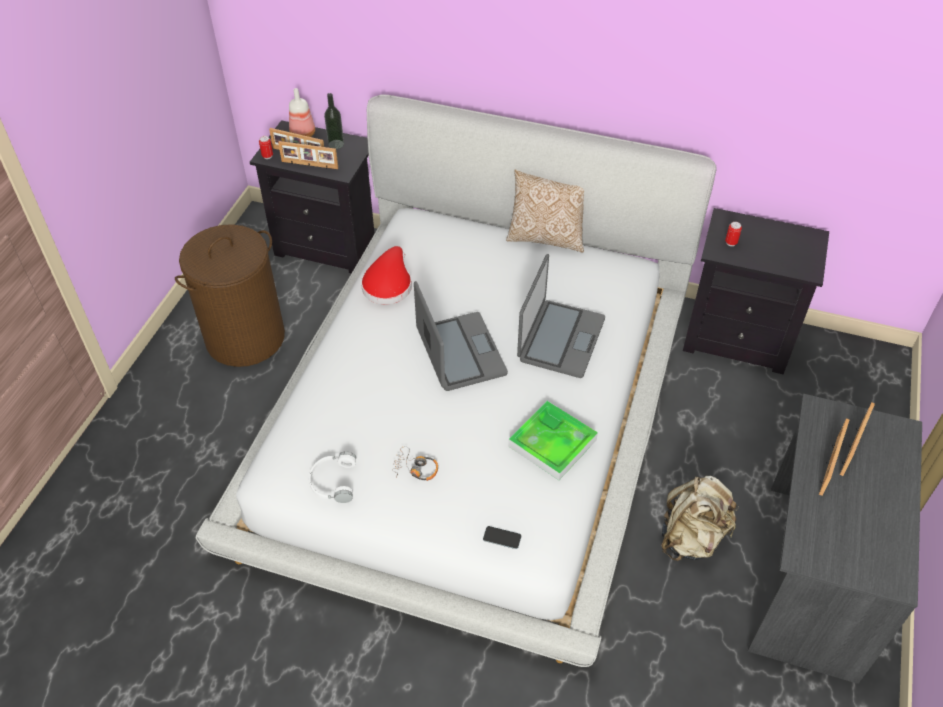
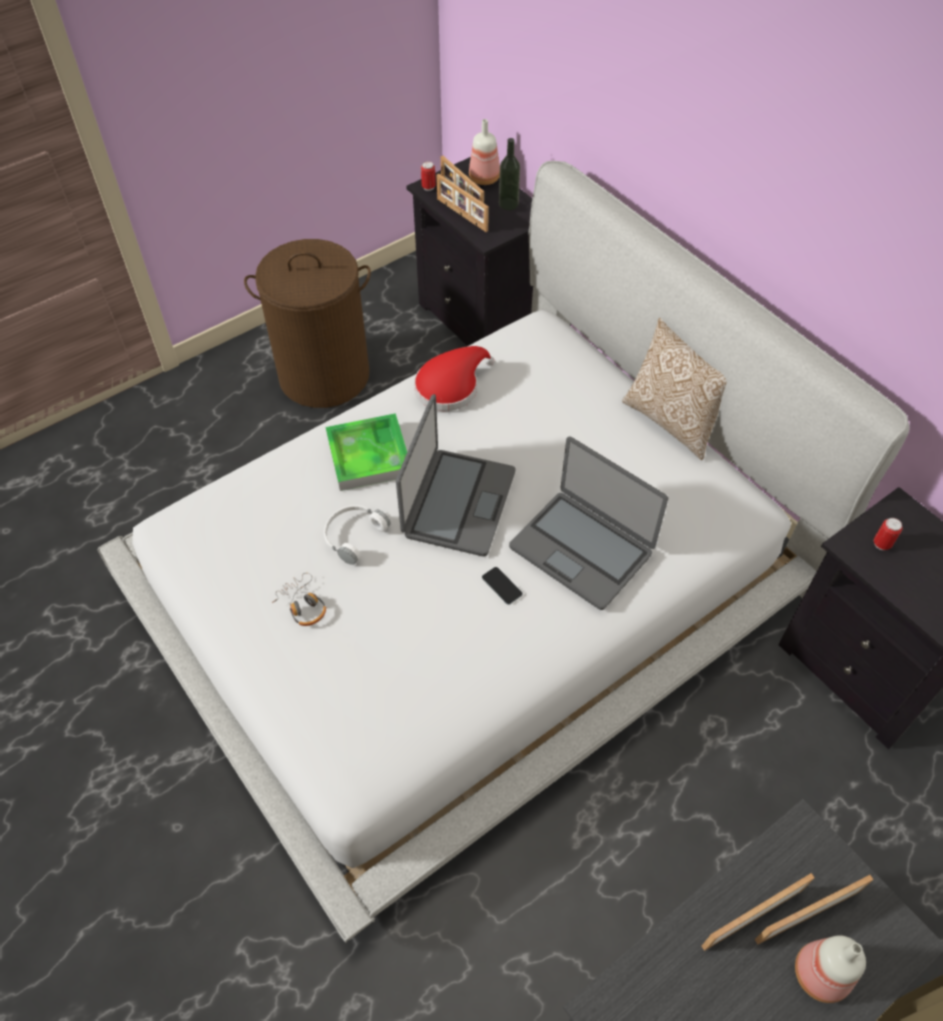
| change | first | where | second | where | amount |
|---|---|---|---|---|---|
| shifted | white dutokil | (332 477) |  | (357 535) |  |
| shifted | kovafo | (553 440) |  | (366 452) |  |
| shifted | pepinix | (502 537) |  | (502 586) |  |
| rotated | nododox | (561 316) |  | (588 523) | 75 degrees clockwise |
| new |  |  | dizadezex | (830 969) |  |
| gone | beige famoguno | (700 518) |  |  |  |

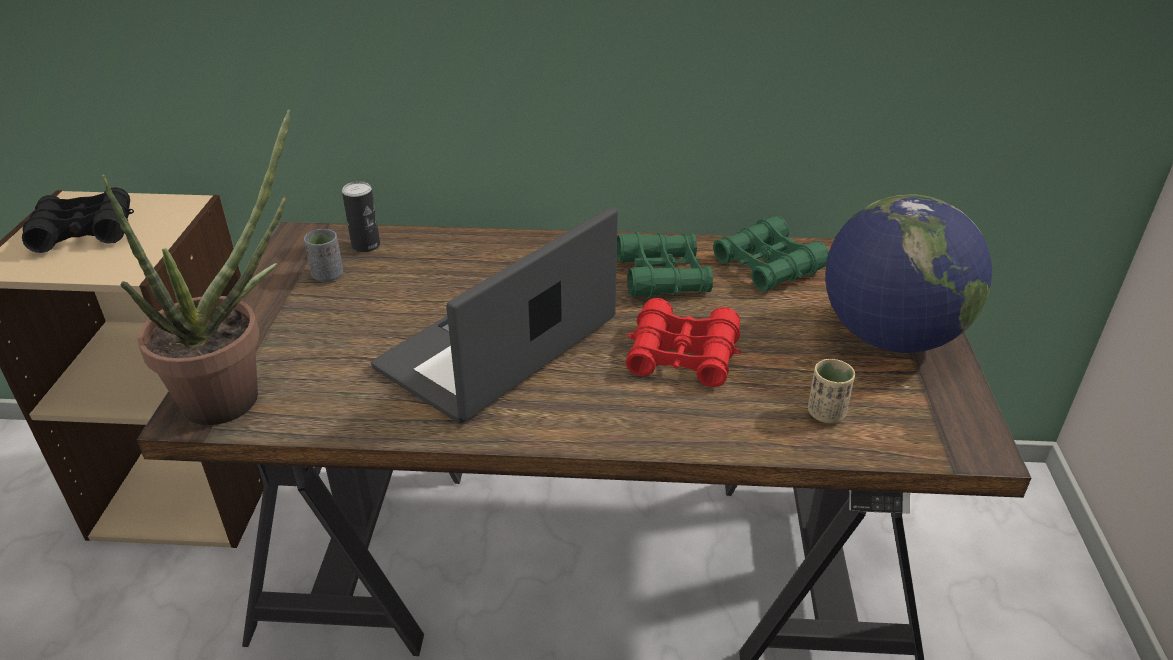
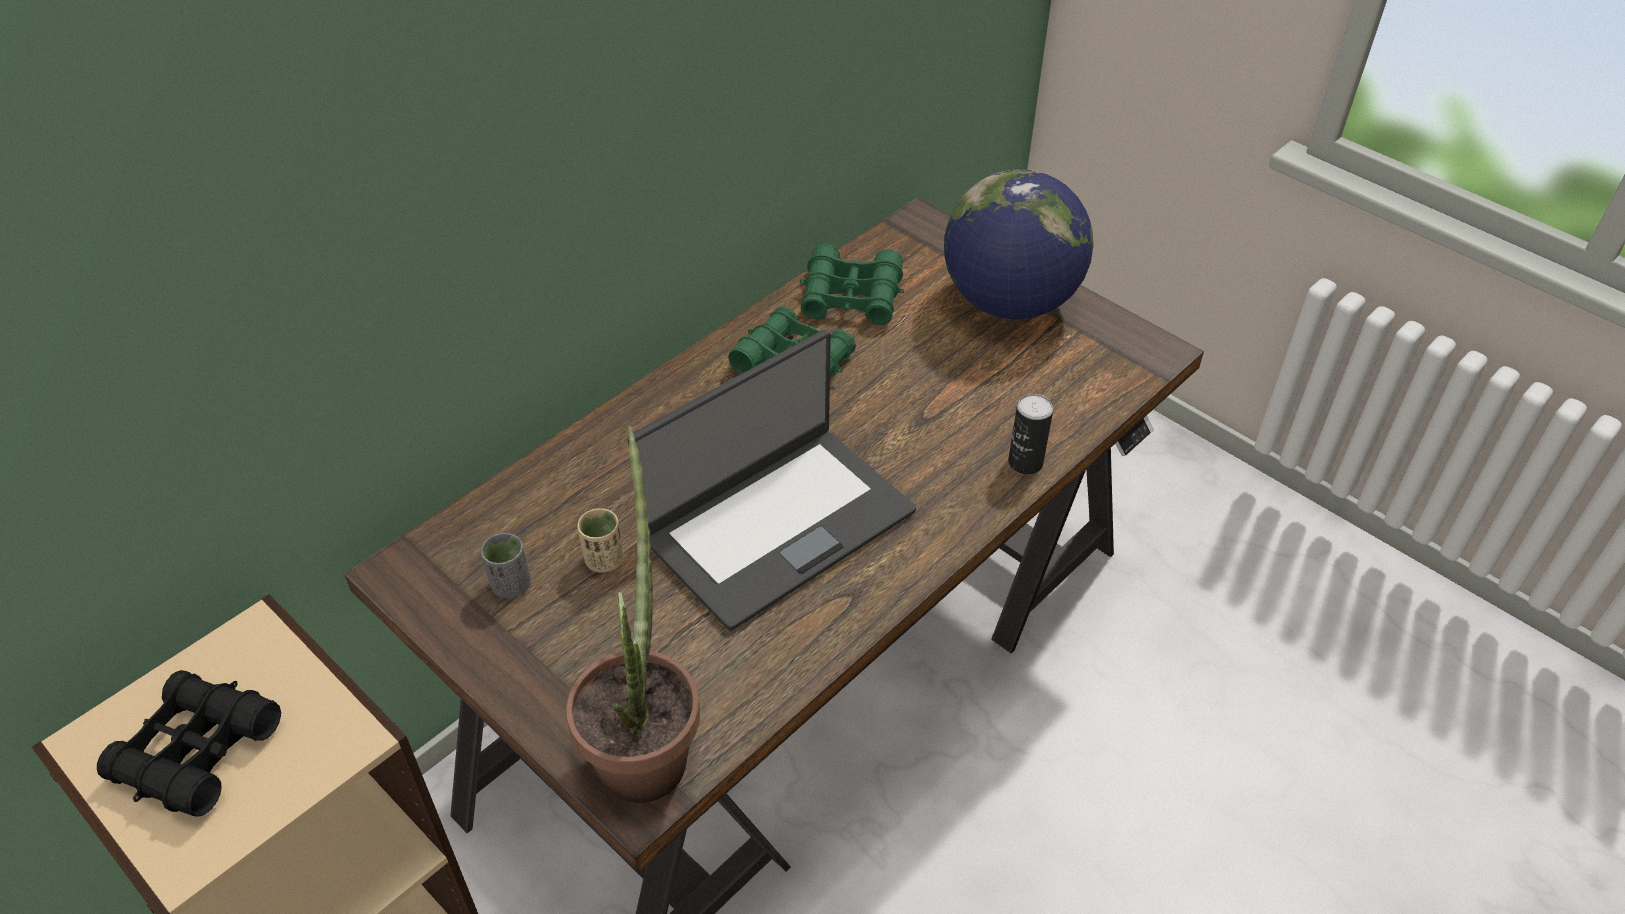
| change | first | where | second | where | amount |
|---|---|---|---|---|---|
| shifted | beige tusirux | (831 391) |  | (600 540) |  |
| rotated | nododox | (494 315) |  | (772 480) | 120 degrees counterclockwise |
| shifted | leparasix | (361 216) |  | (1031 434) |  |
| gone | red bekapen | (683 342) |  |  |  |

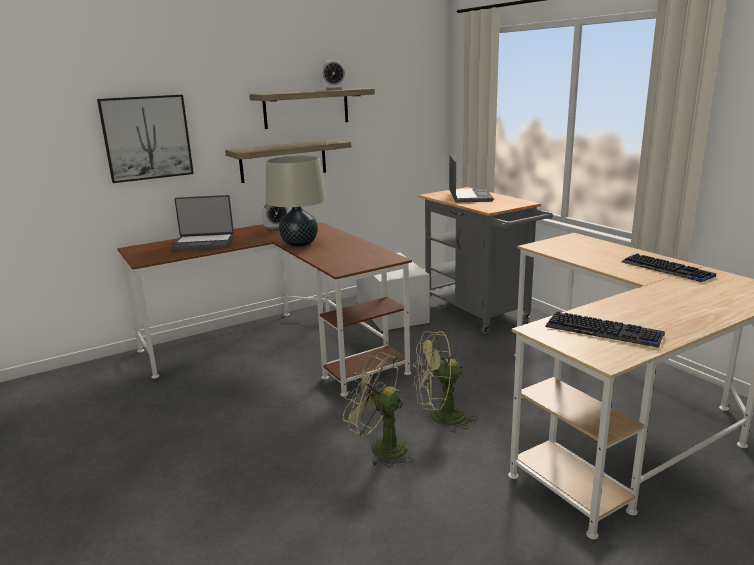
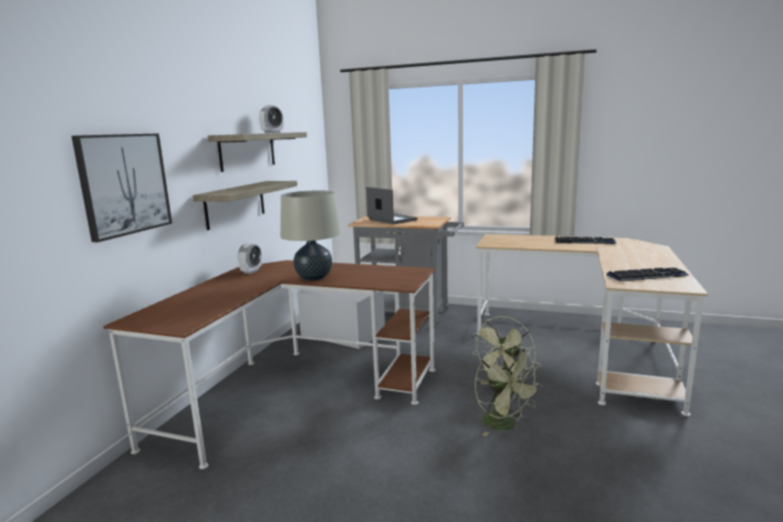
| change | first | where | second | where | amount |
|---|---|---|---|---|---|
| rotated | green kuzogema | (378 410) |  | (509 389) | 105 degrees counterclockwise |
| gone | nododox | (202 223) |  |  |  |

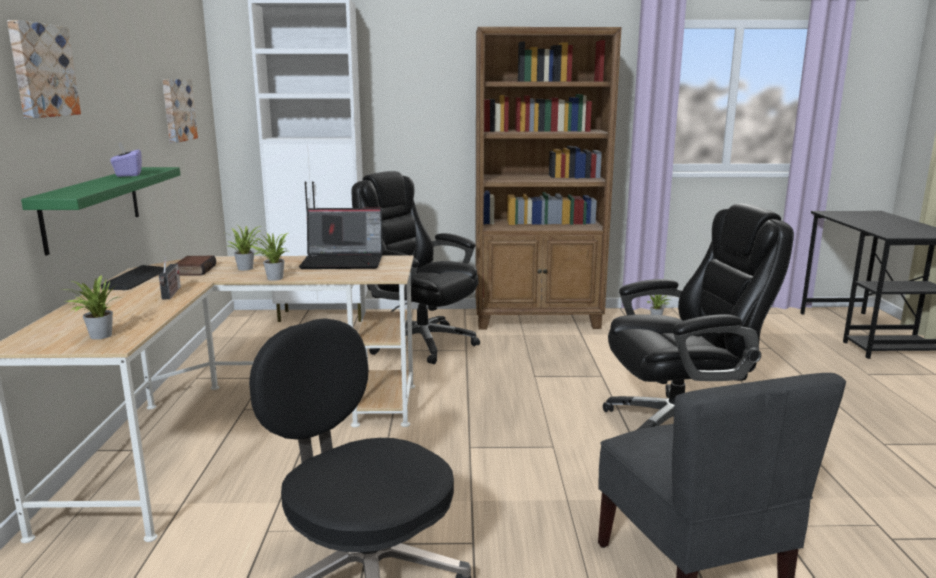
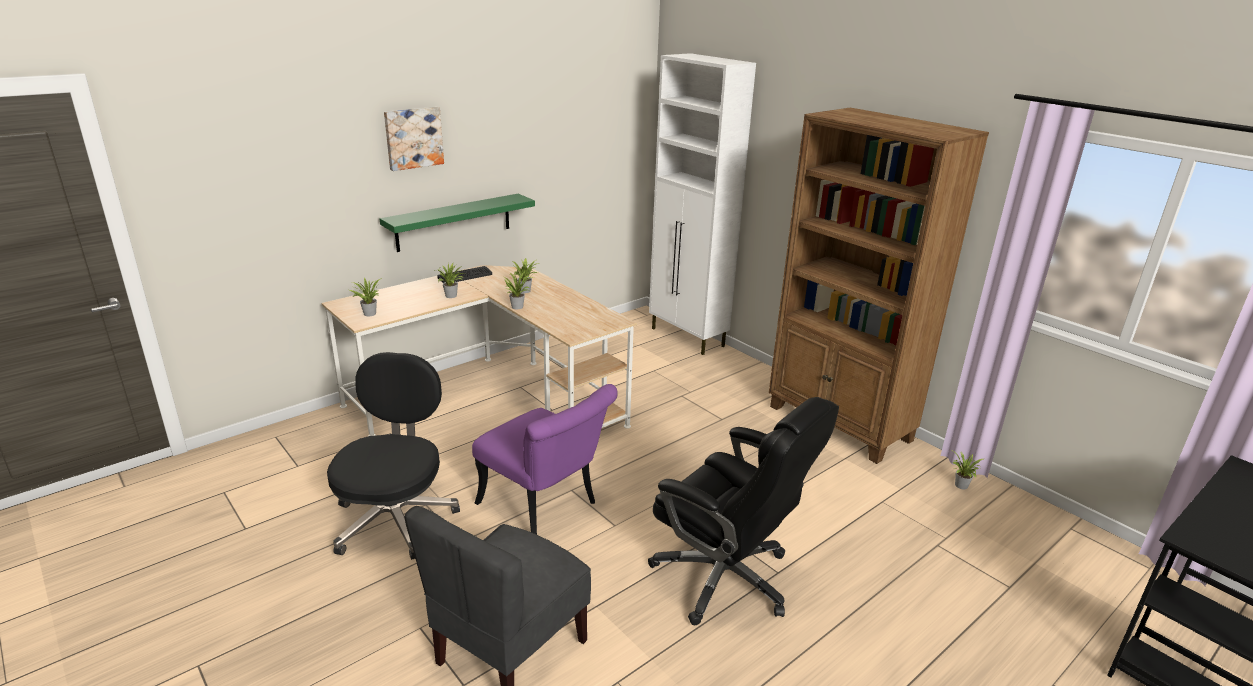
| change | first | where | second | where | amount |
|---|---|---|---|---|---|
| swapped | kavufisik | (170 278) | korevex | (450 280) |  |
| new |  |  | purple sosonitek | (545 459) |  |
| gone | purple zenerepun | (126 160) |  |  |  |
| gone | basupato | (180 111) |  |  |  |
| gone | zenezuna | (196 266) |  |  |  |
| gone | nododox | (341 238) |  |  |  |
| gone | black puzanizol | (416 267) |  |  |  |

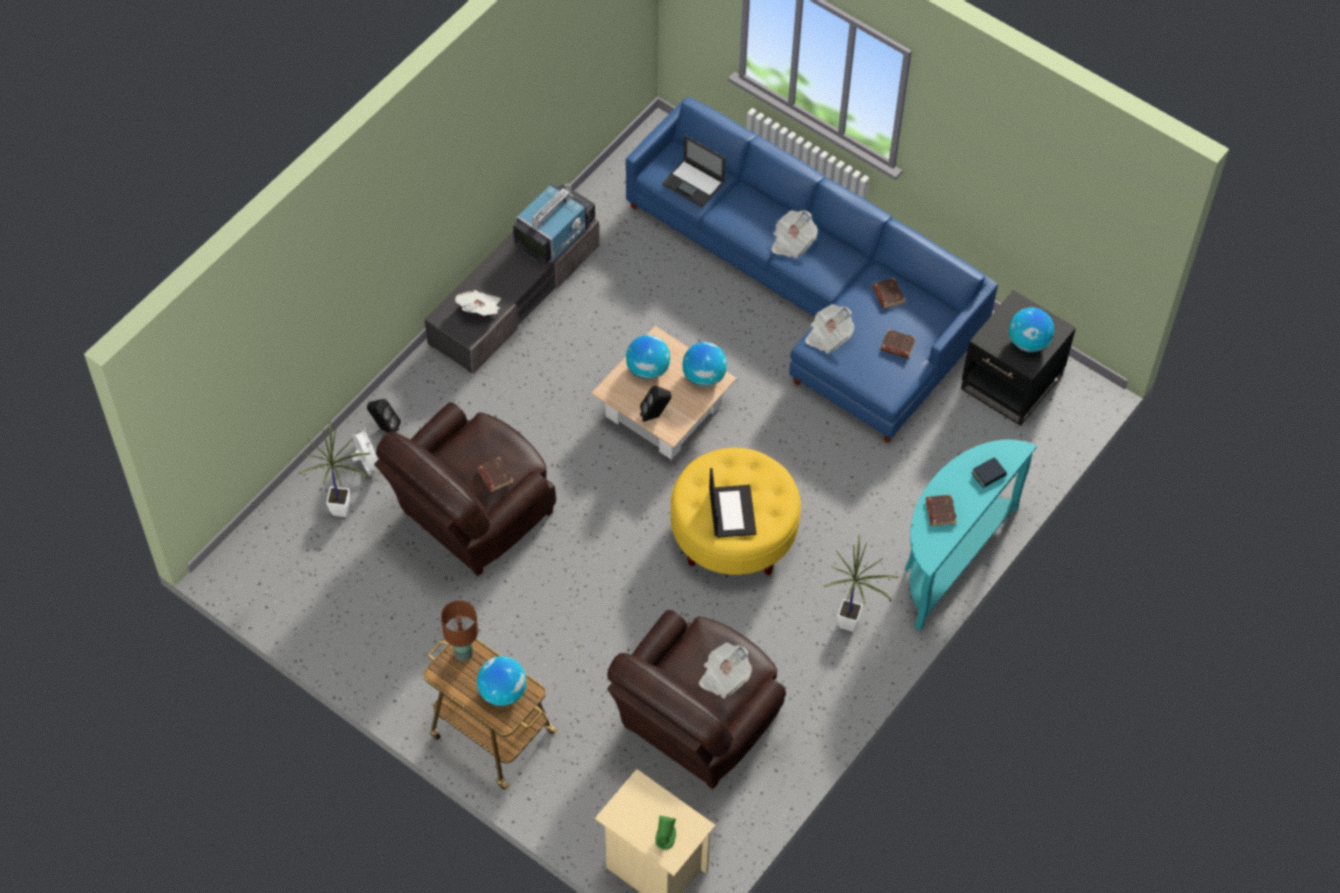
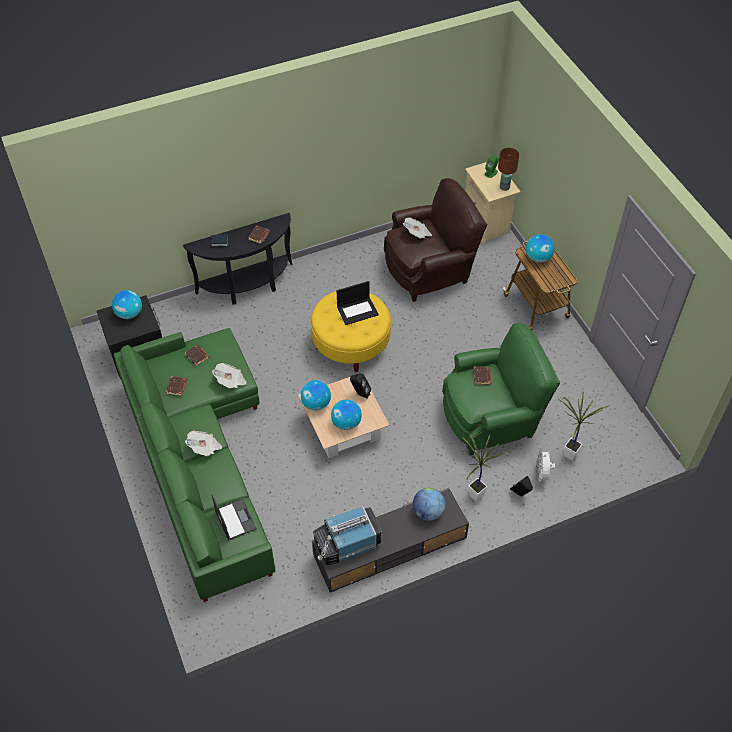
| change | first | where | second | where | amount |
|---|---|---|---|---|---|
| repainted | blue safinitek | (812 270) | green safinitek | (195 465) |  |
| repainted | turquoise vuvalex | (971 535) | black vuvalex | (237 259) |  |
| rotated | nododox | (732 503) |  | (358 303) | 135 degrees counterclockwise |
| swapped | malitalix | (478 303) | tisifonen | (429 504) |  |
| repainted | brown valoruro | (465 489) | green valoruro | (501 389) |  |
| shifted | korevex | (861 583) |  | (487 467) |  |
| shifted | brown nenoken | (459 631) |  | (508 169) |  |

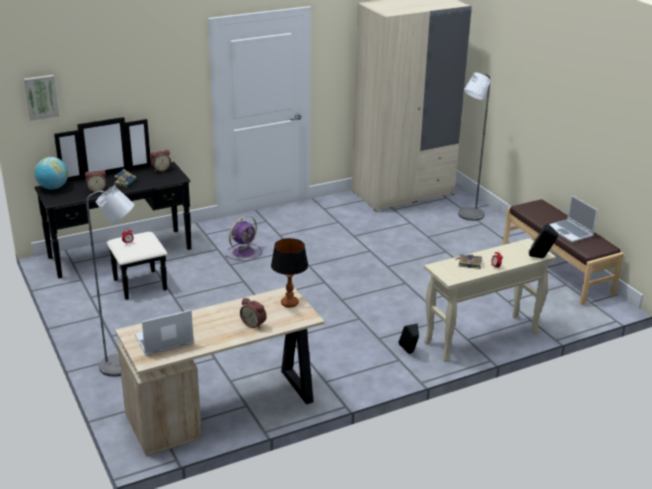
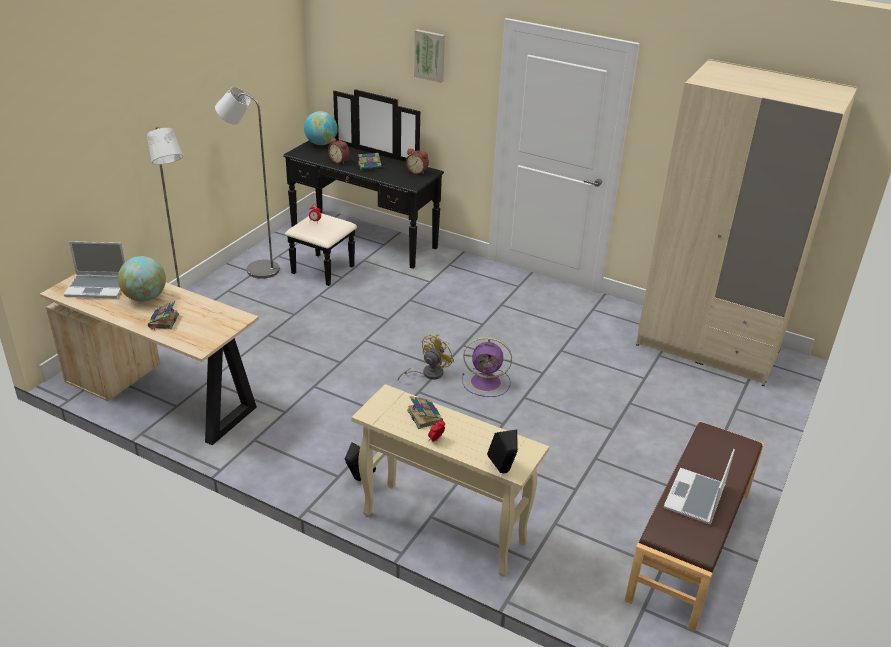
| change | first | where | second | where | amount |
|---|---|---|---|---|---|
| rotated | nododox | (164 332) |  | (94 269) | 150 degrees clockwise |
| new |  |  | tisifonen | (142 279) |  |
| swapped | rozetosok | (253 313) | zenezuna | (163 315) |  |
| shifted | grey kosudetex | (474 146) |  | (247 183) |  |
| new |  |  | yellow kuzogema | (426 357) |  |
| shifted | basupato | (41 98) |  | (429 56) |  |
| shifted | purple kuzogema | (243 238) |  | (487 367) |  |
| gone | nenoken | (289 273) |  |  |  |

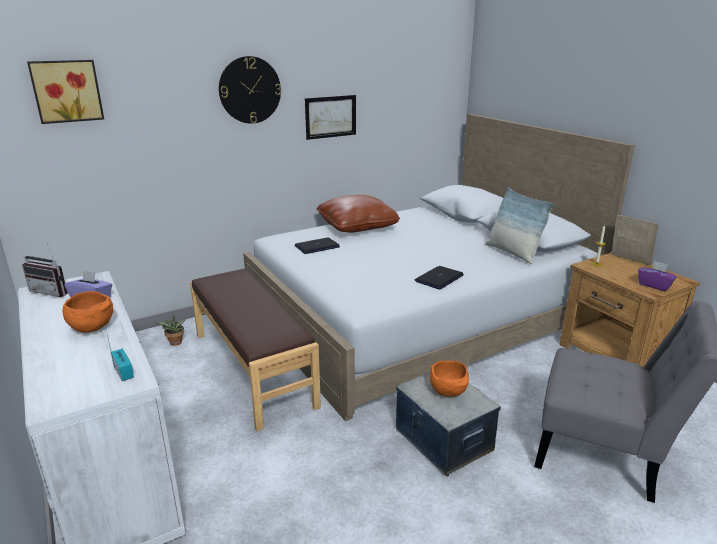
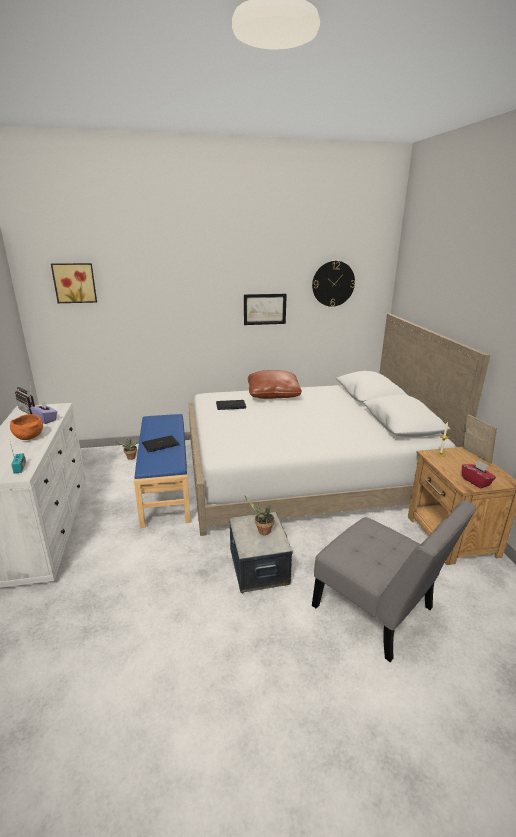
| change | first | where | second | where | amount |
|---|---|---|---|---|---|
| repainted | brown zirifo | (255 350) | blue zirifo | (162 471) |  |
| shifted | nododox | (439 278) |  | (160 443) |  |
| swapped | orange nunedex | (449 378) | korevex | (259 515) |  |
| shifted | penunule | (250 90) |  | (333 284) |  |
| repainted | purple zenerepun | (657 276) | red zenerepun | (479 474) |  |
| gone | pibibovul | (520 225) |  |  |  |

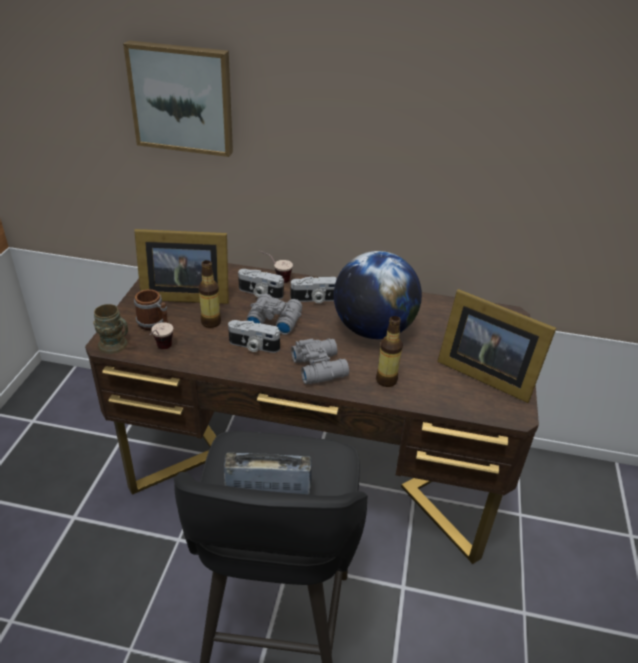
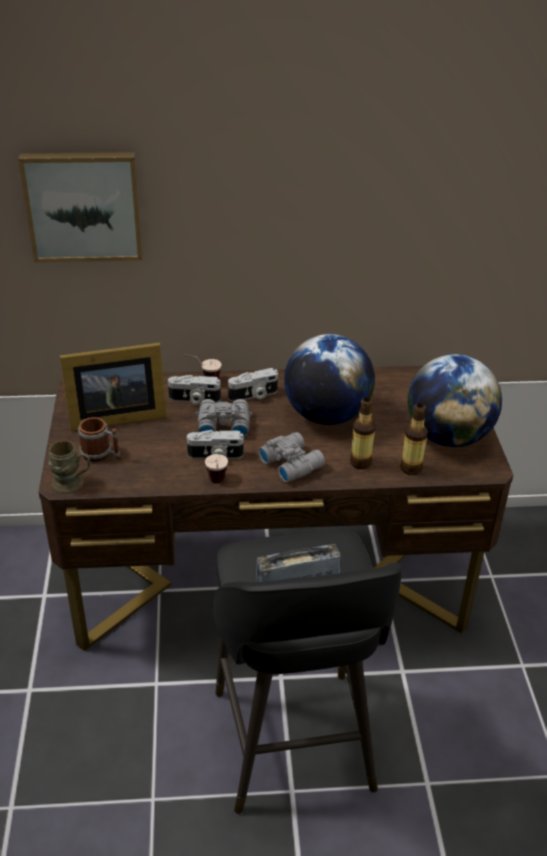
| change | first | where | second | where | amount |
|---|---|---|---|---|---|
| shifted | tusirux | (161 335) |  | (216 468) |  |
| shifted | dizadezex | (209 294) |  | (414 439) |  |
| swapped | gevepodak | (496 346) | tisifonen | (455 400) |  |

